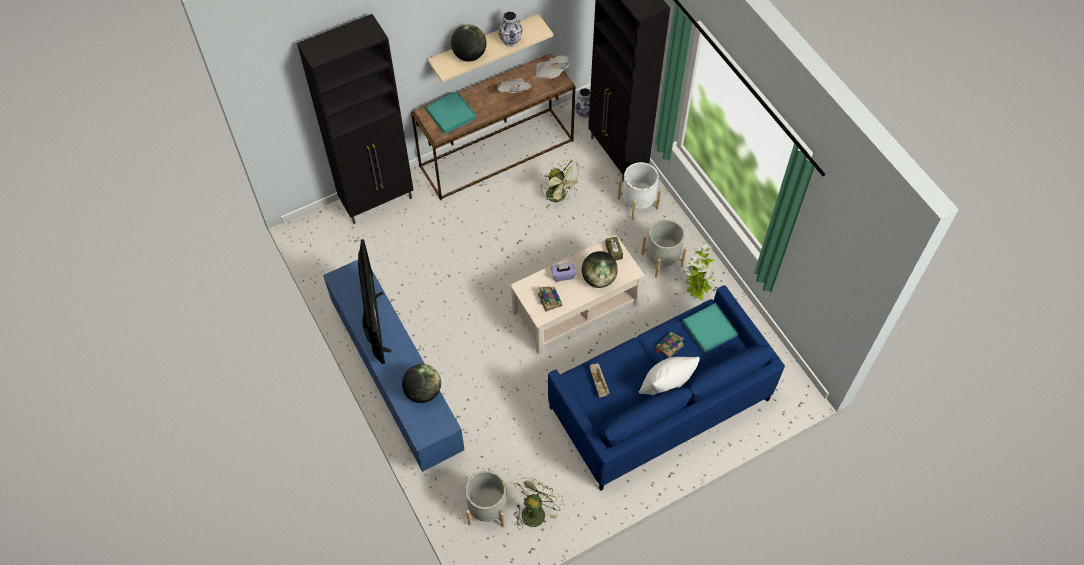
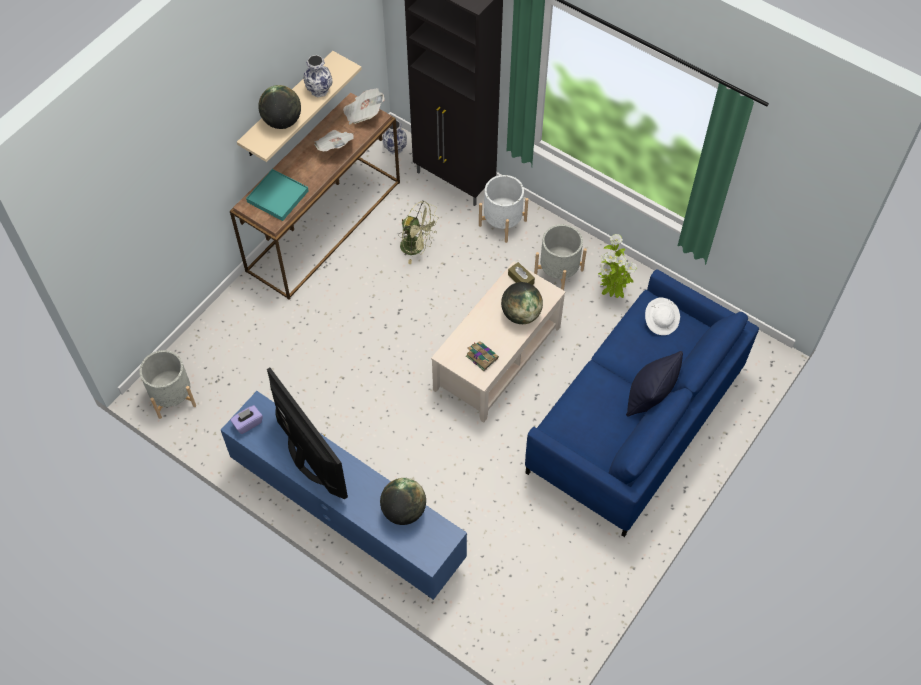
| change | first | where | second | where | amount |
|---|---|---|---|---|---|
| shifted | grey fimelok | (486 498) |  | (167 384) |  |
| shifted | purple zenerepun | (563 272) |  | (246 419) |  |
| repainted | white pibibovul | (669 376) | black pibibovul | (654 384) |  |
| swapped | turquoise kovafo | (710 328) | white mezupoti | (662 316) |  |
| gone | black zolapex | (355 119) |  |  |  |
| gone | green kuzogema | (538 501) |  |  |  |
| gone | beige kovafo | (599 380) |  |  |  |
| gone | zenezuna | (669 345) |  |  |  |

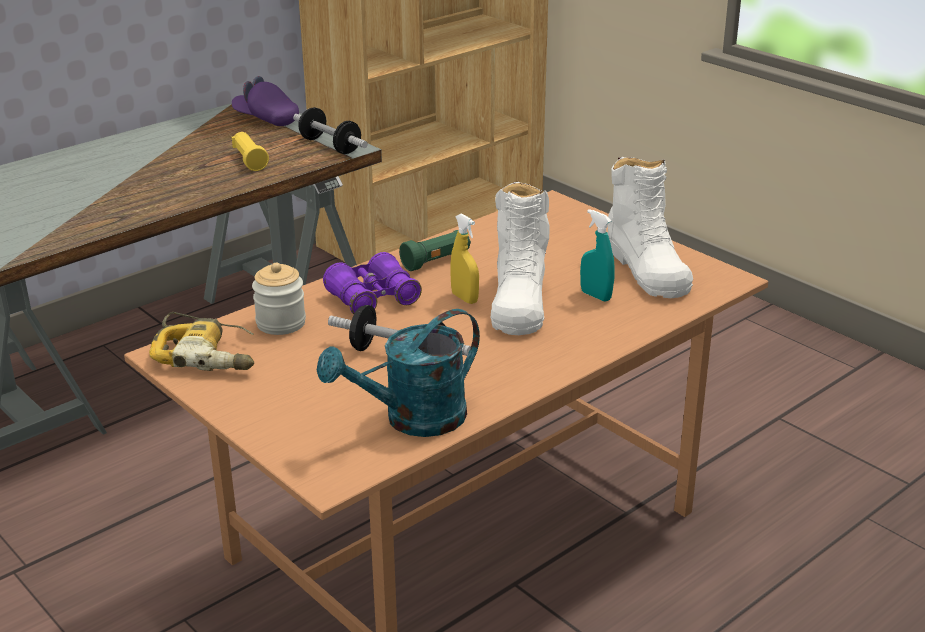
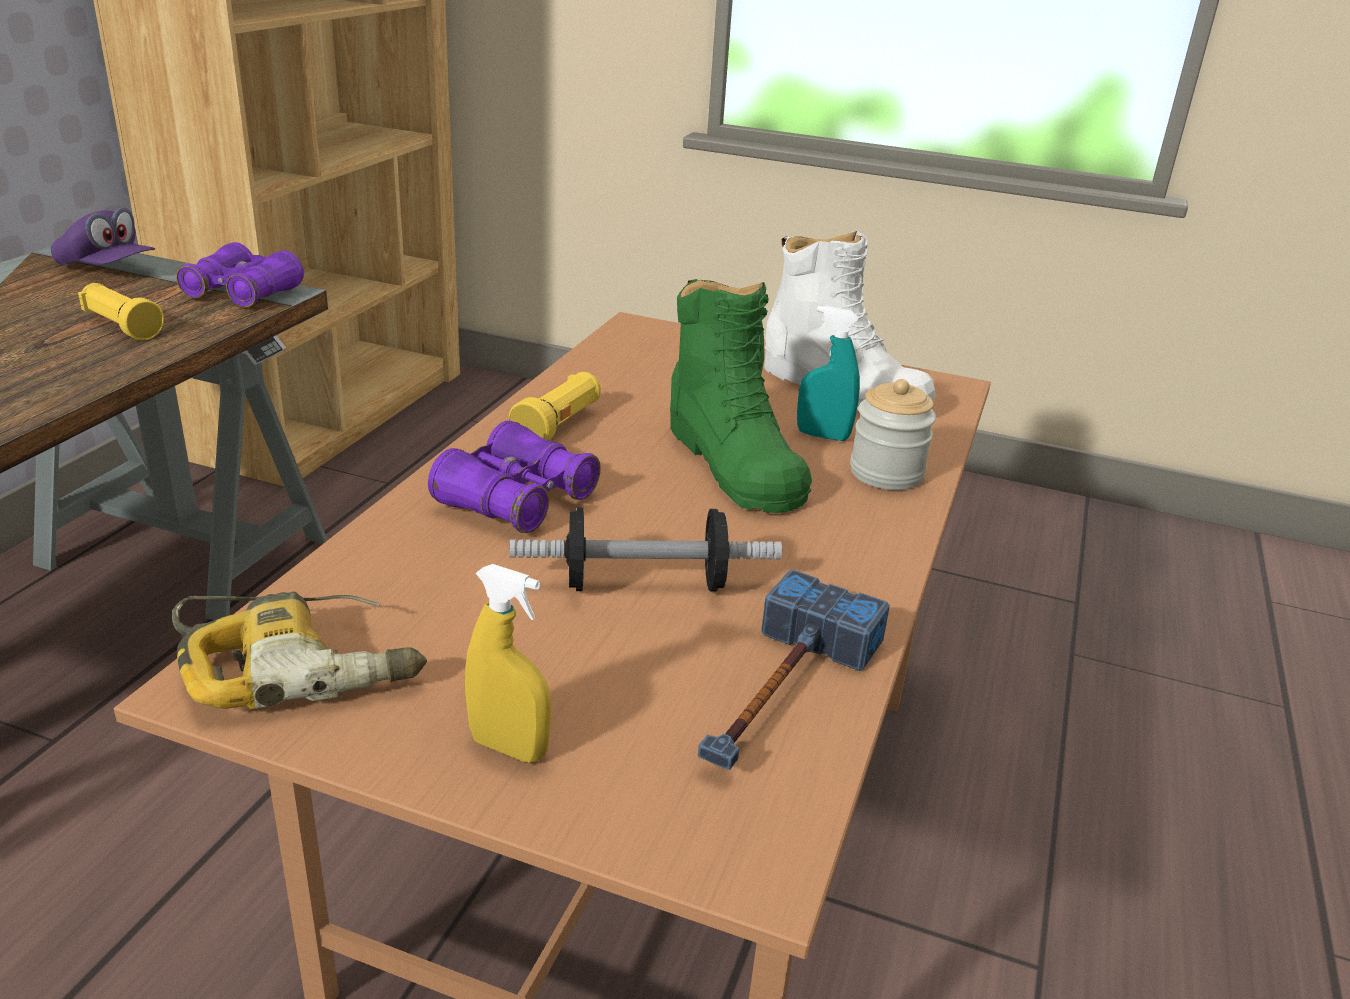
| change | first | where | second | where | amount |
|---|---|---|---|---|---|
| rotated | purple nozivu | (265 101) |  | (103 236) | 150 degrees counterclockwise |
| swapped | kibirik | (330 130) | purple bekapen | (240 274) |  |
| shifted | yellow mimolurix | (464 258) |  | (508 663) |  |
| repainted | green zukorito | (435 250) | yellow zukorito | (555 406) |  |
| repainted | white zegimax | (520 258) | green zegimax | (741 396) |  |
| swapped | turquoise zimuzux | (398 373) | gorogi | (794 669) |  |
| shifted | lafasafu | (279 299) |  | (893 434) |  |

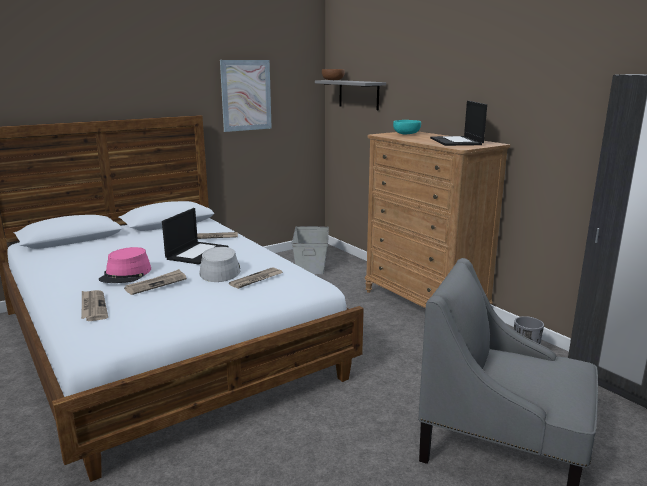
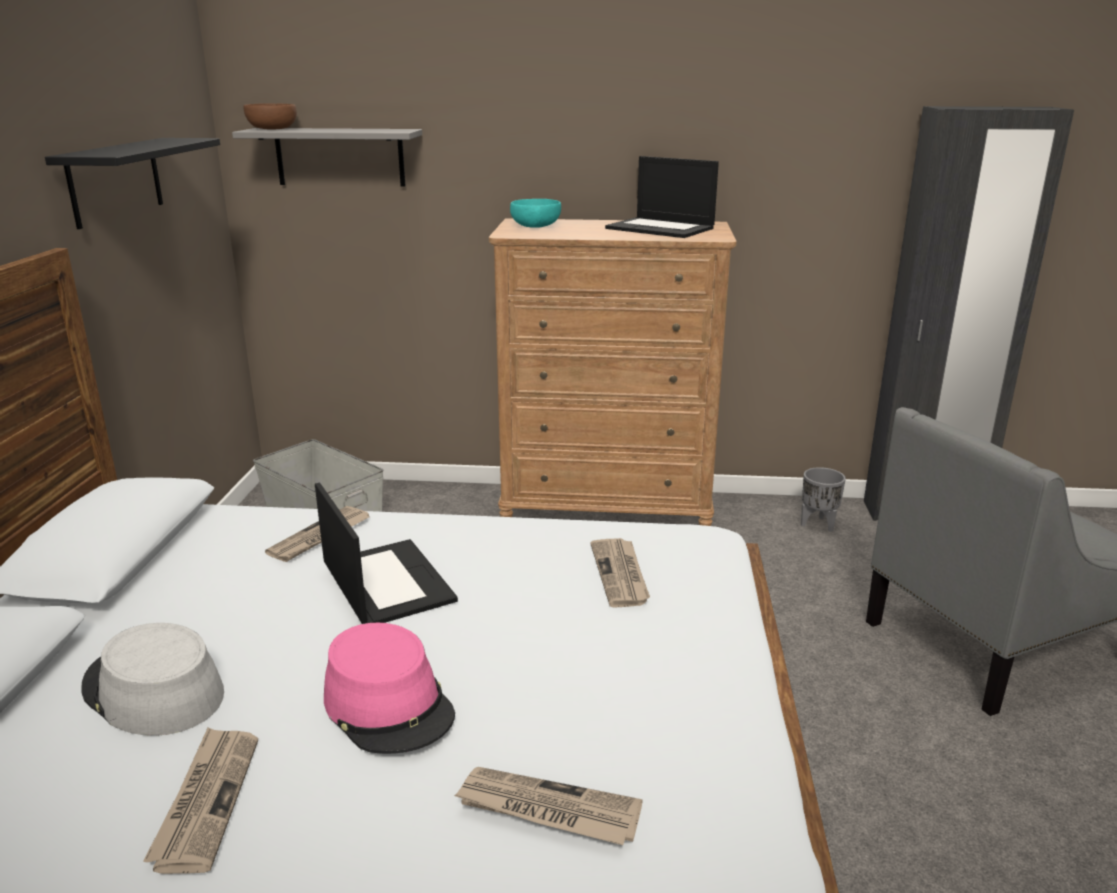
| change | first | where | second | where | amount |
|---|---|---|---|---|---|
| swapped | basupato | (246 96) | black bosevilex | (132 183) |  |
| shifted | grey mezupoti | (219 264) |  | (152 679) |  |
| shifted | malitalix | (155 282) |  | (200 800) |  |

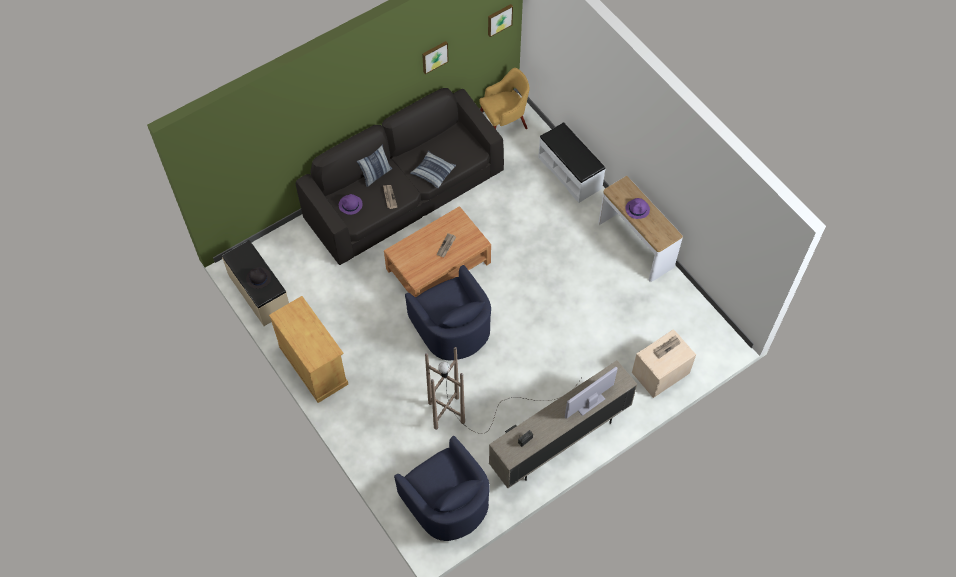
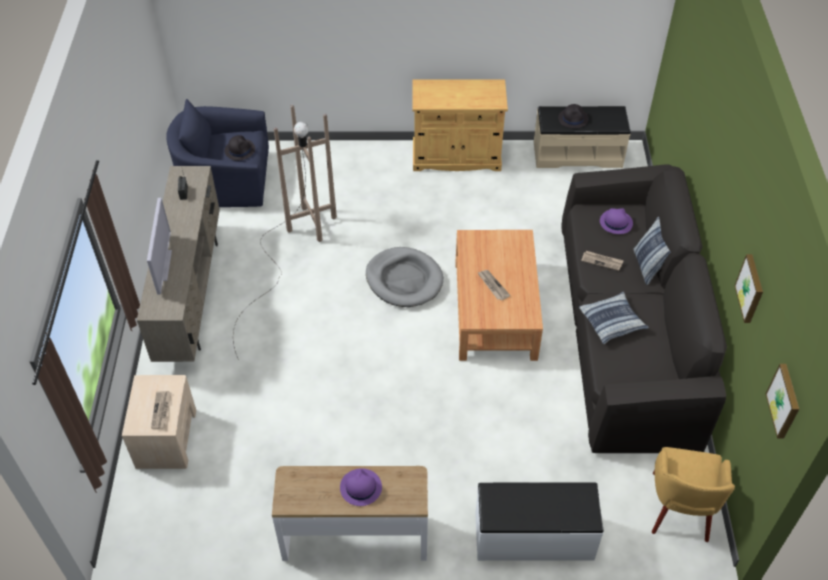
| change | first | where | second | where | amount |
|---|---|---|---|---|---|
| new |  |  | black mezupoti | (239 148) |  |
| swapped | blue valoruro | (448 312) | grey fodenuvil | (405 277) |  |

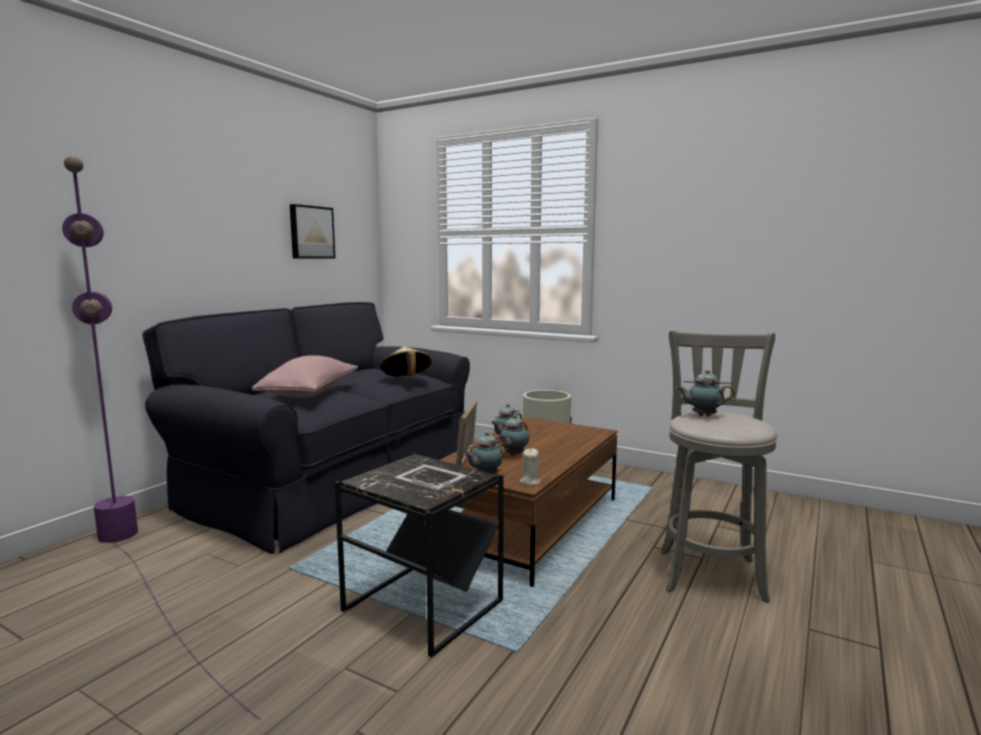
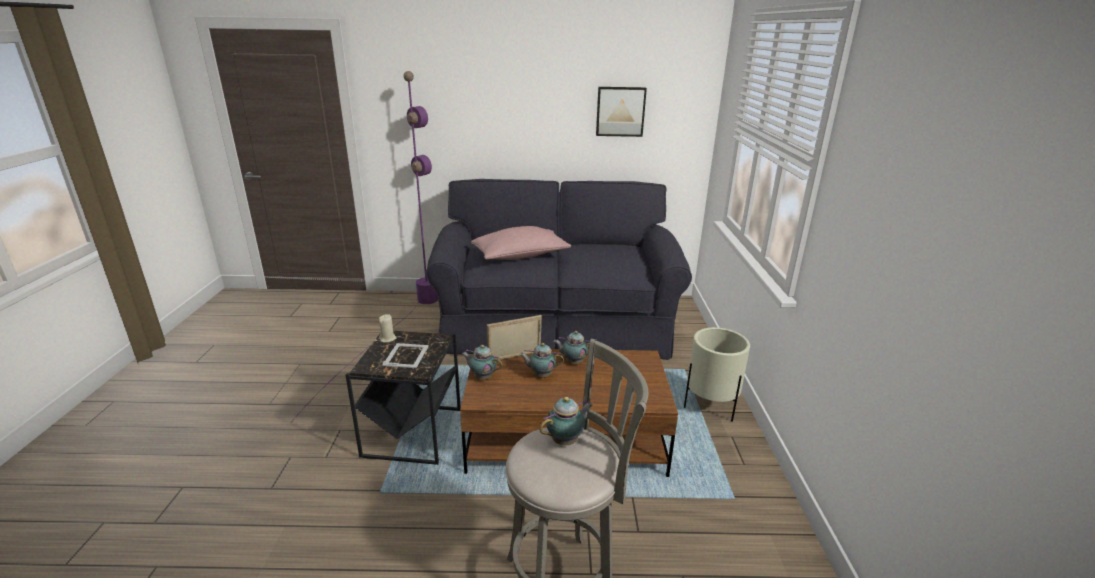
| change | first | where | second | where | amount |
|---|---|---|---|---|---|
| shifted | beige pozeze | (530 466) |  | (388 328) |  |
| rotated | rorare | (705 393) |  | (566 421) | 75 degrees clockwise |
| gone | beige mezupoti | (406 362) |  |  |  |

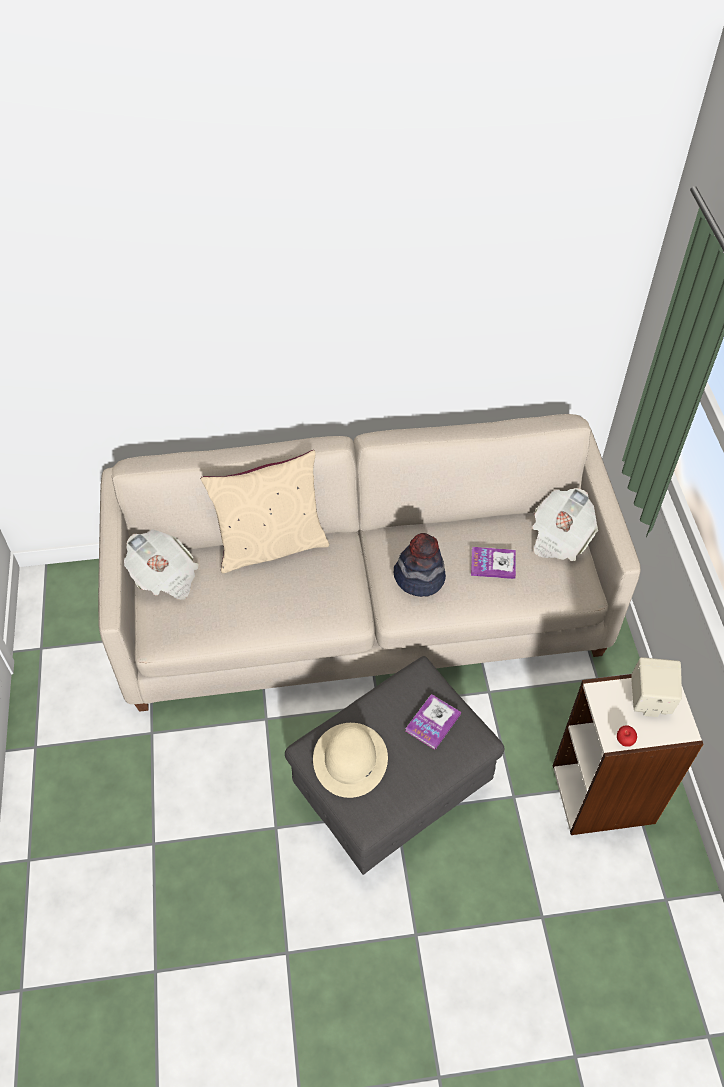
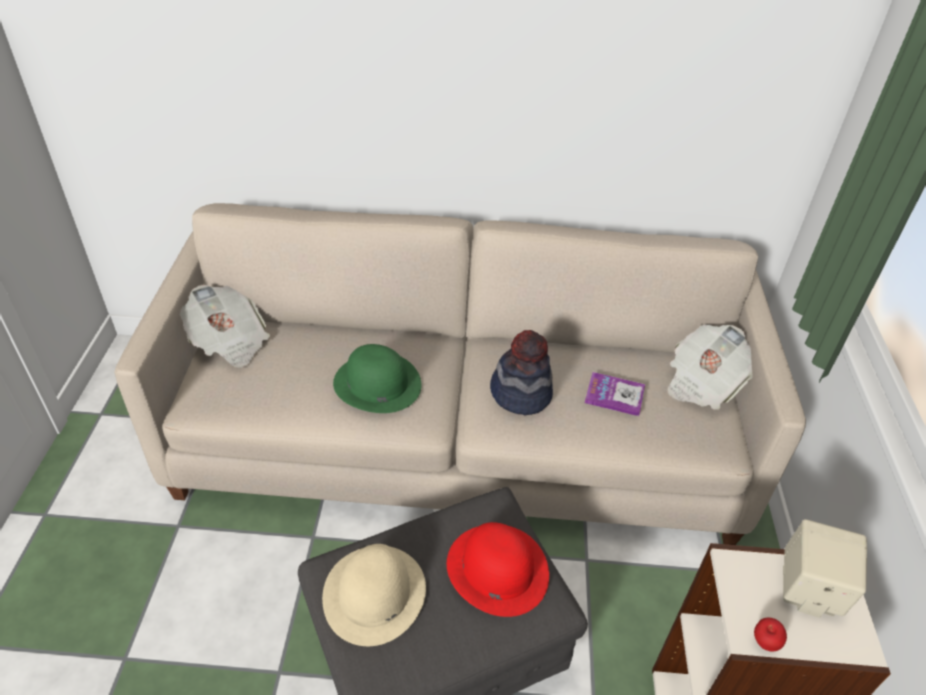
| change | first | where | second | where | amount |
|---|---|---|---|---|---|
| new |  |  | green mezupoti | (377 378) |  |
| swapped | zenezuna | (433 722) | red mezupoti | (498 569) |  |
| gone | beige pibibovul | (265 512) |  |  |  |

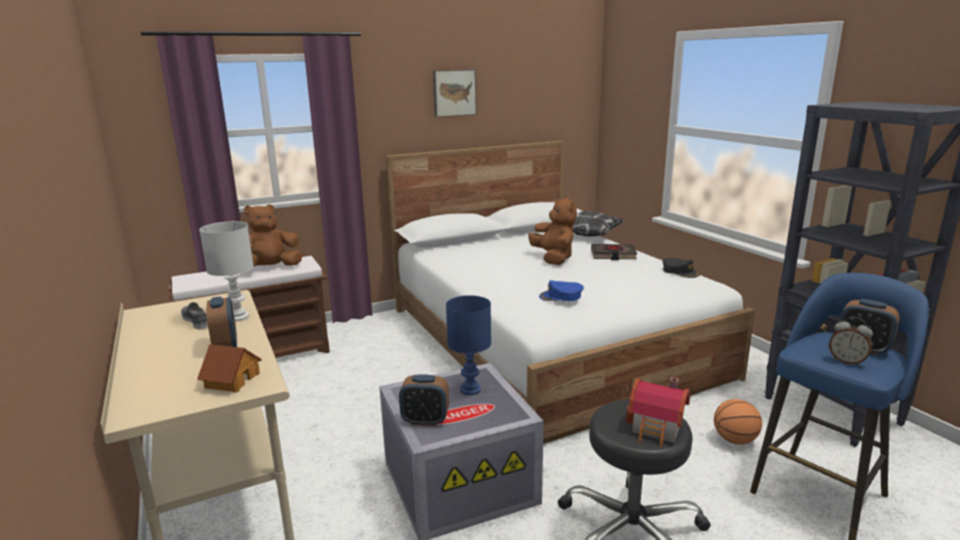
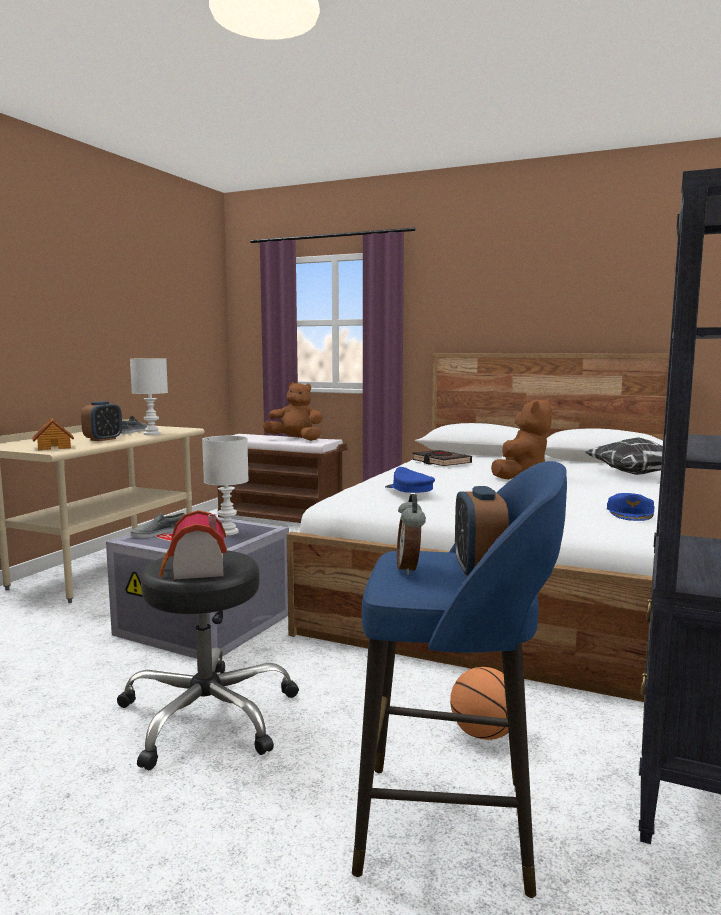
| change | first | where | second | where | amount |
|---|---|---|---|---|---|
| swapped | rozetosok | (424 400) | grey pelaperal | (157 525) |  |
| repainted | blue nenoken | (468 345) | white nenoken | (225 485) |  |
| shifted | black zenezuna | (614 252) |  | (442 458) |  |
| repainted | black nozivu | (681 268) | blue nozivu | (630 507) |  |
| gone | basupato | (455 93) |  |  |  |

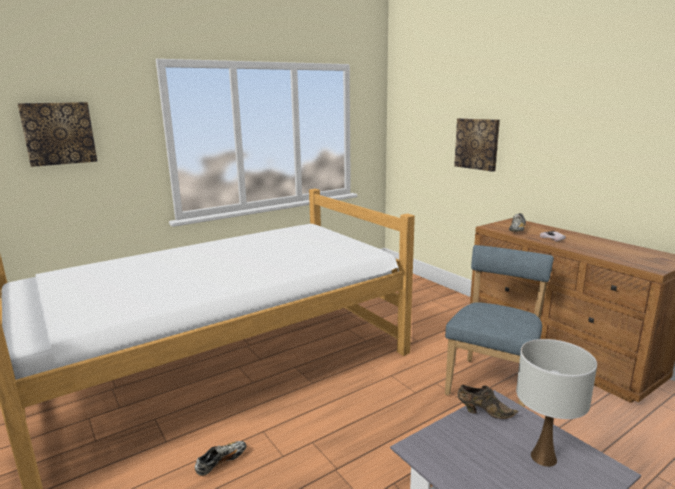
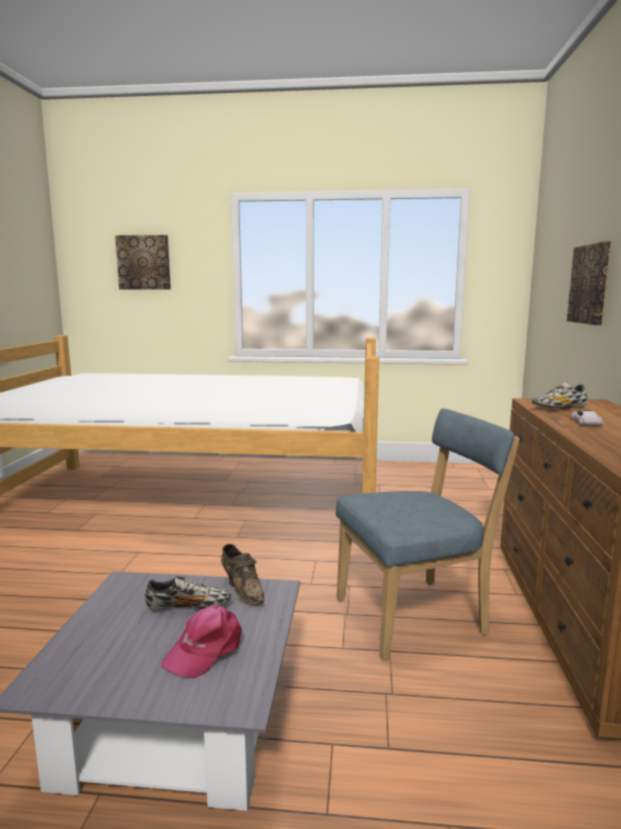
| change | first | where | second | where | amount |
|---|---|---|---|---|---|
| shifted | pelaperal | (221 458) |  | (188 594) |  |
| swapped | white nenoken | (556 403) | pink nozivu | (201 642) |  |

